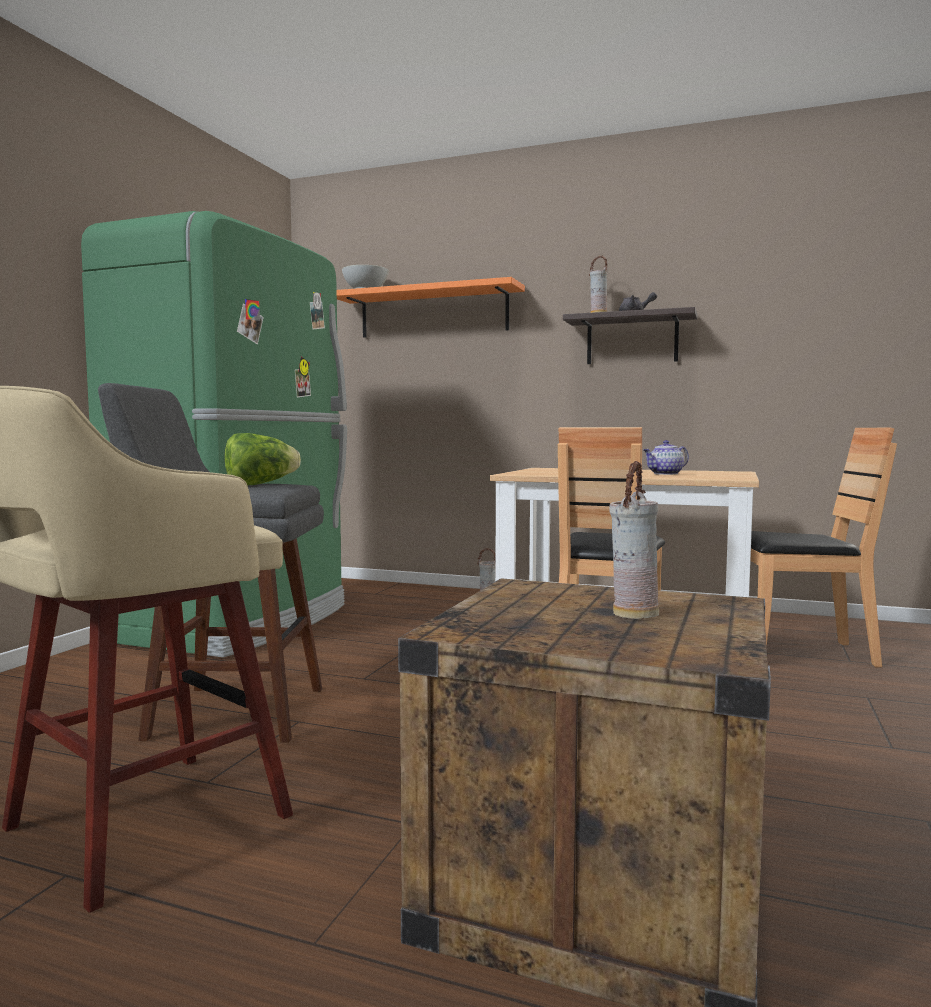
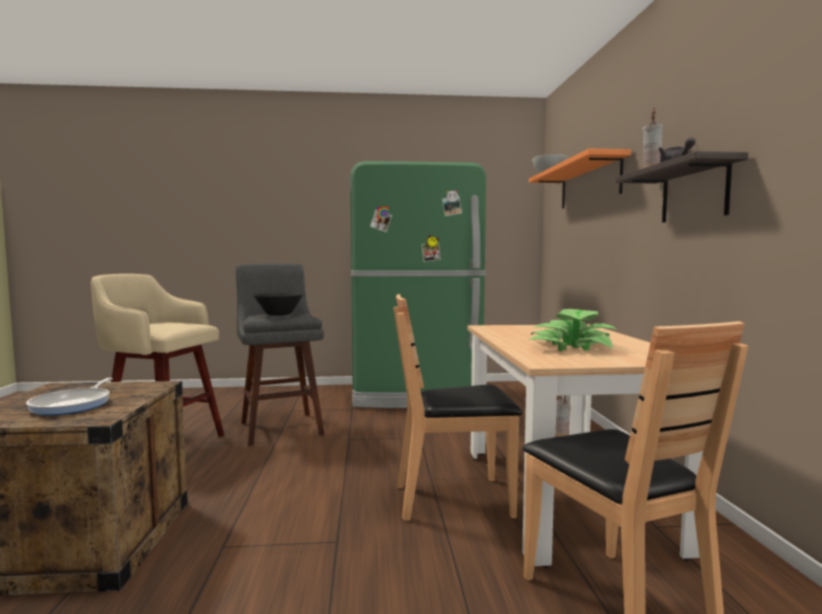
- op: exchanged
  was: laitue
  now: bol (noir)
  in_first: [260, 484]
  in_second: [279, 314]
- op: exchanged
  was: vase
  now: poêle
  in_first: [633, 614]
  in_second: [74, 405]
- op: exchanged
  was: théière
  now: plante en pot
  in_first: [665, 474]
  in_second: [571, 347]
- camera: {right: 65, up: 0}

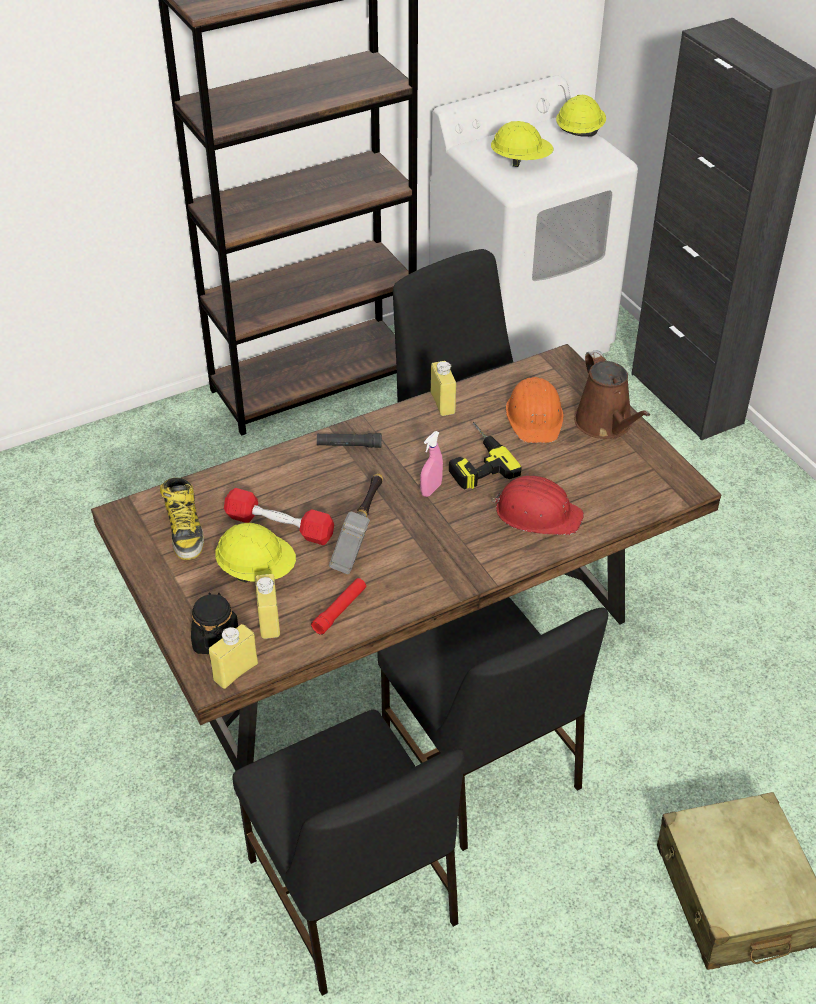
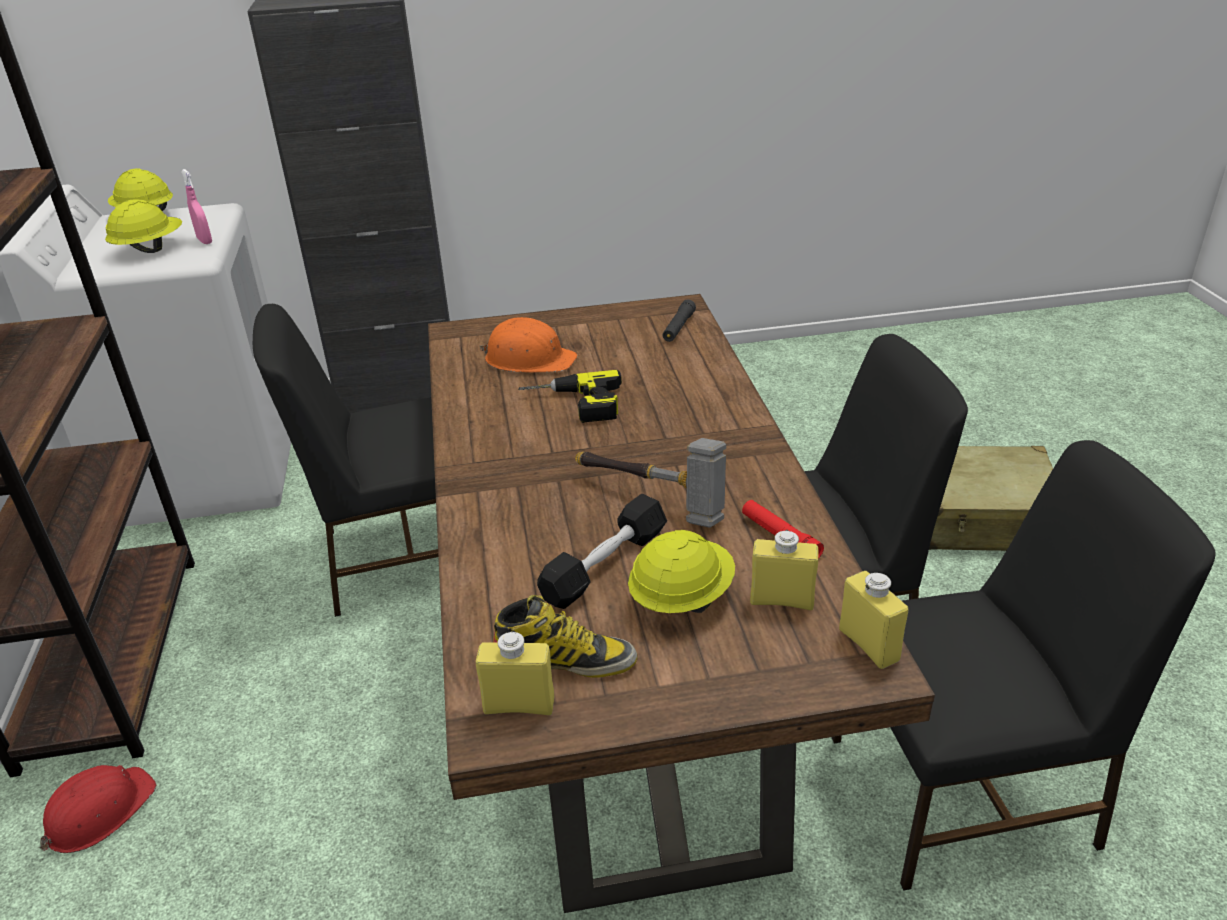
- op: missing
  was: bocal (noir)
  in_first: [216, 640]
- op: colour
  was: haltère (rouge)
  now: haltère (noir)
  in_first: [279, 526]
  in_second: [605, 565]
- op: relocated
  was: lampe de poche (noir)
  in_first: [349, 445]
  in_second: [678, 327]
- op: relocated
  was: vaporisateur (rose)
  in_first: [431, 489]
  in_second: [205, 241]
- op: relocated
  was: bouteille (jaune)
  in_first: [442, 403]
  in_second: [519, 705]
- op: relocated
  was: casque de chantier (rouge)
  in_first: [537, 513]
  in_second: [99, 812]
- op: missing
  was: arrosoir (marron)
  in_first: [606, 424]
- camera: {right: -70, up: -10}

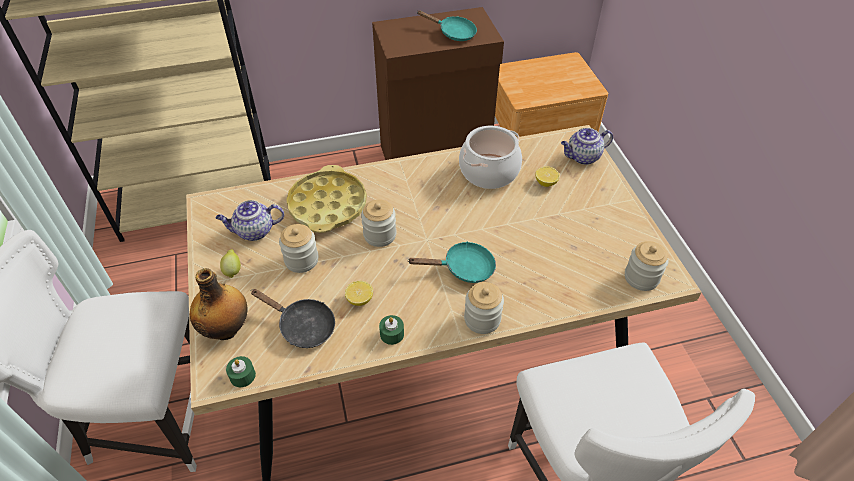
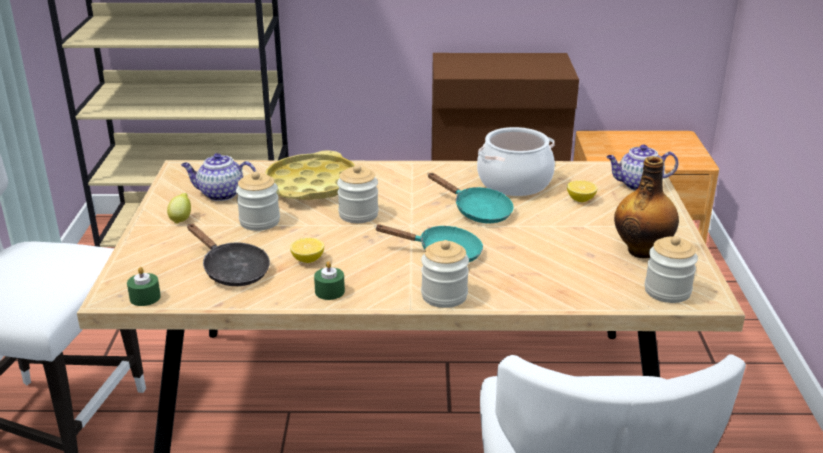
- op: relocated
  was: bouteille
  in_first: [227, 328]
  in_second: [642, 250]
- op: relocated
  was: poêle (turquoise)
  in_first: [453, 33]
  in_second: [477, 211]
- camera: {right: 15, up: -20}

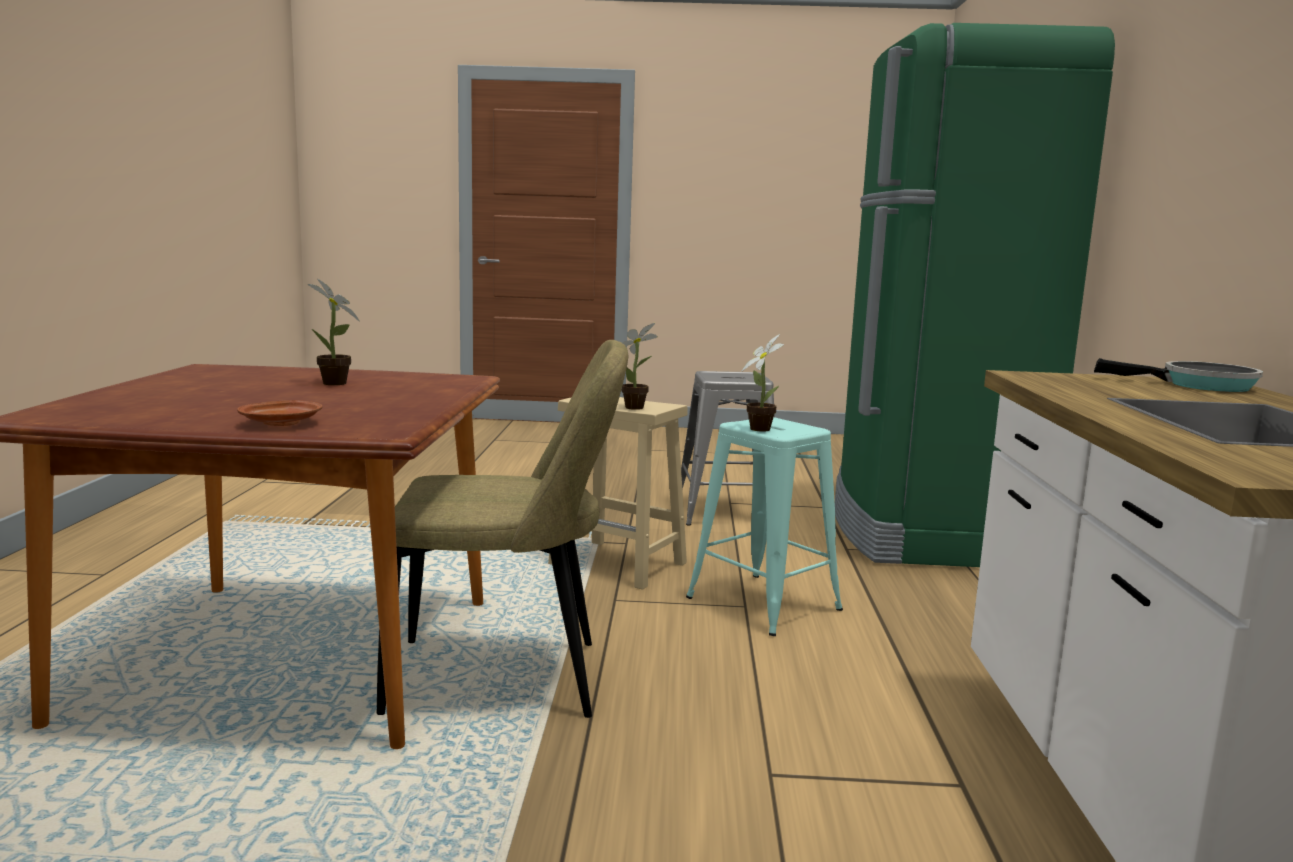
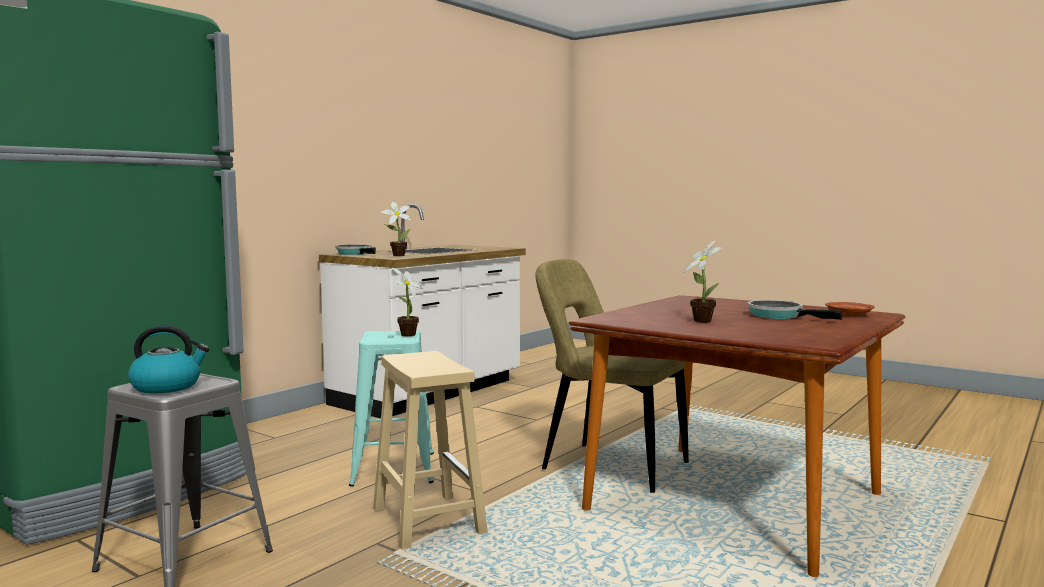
- op: relocated
  was: assiette (marron)
  in_first: [282, 423]
  in_second: [848, 315]
- op: relocated
  was: plante en pot
  in_first: [637, 407]
  in_second: [396, 255]
- op: appeared
  now: bouilloire
  in_second: [167, 386]
- op: appeared
  now: poêle
  in_second: [779, 316]
- camera: {right: -145, up: -5}

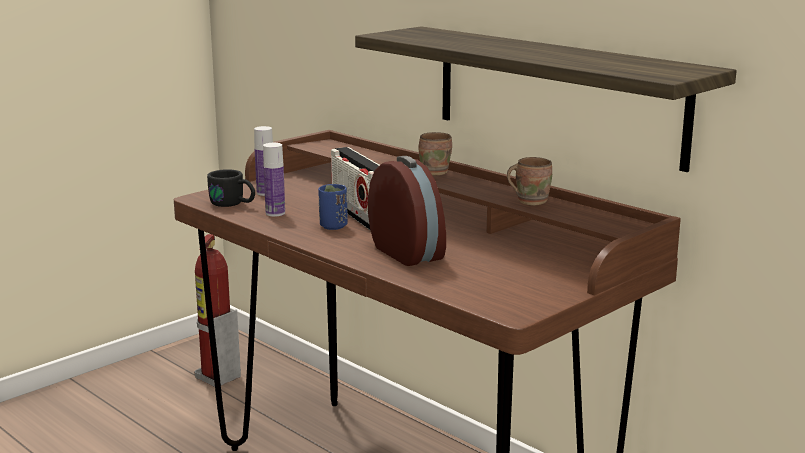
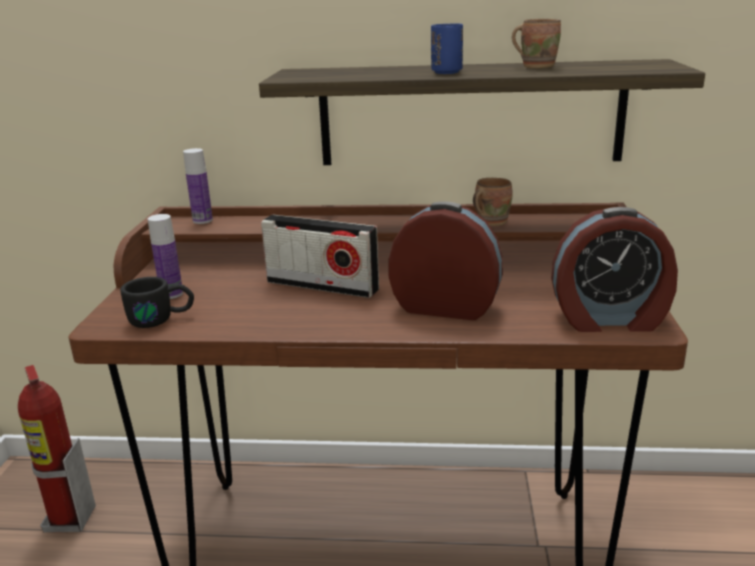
- op: relocated
  was: bouteille
  in_first: [275, 213]
  in_second: [202, 220]
- op: relocated
  was: tasse (bleu)
  in_first: [333, 226]
  in_second: [446, 72]
- op: relocated
  was: mug (marron)
  in_first: [434, 172]
  in_second: [536, 66]
- op: appeared
  now: réveil
  in_second: [609, 320]
- camera: {right: -40, up: 5}

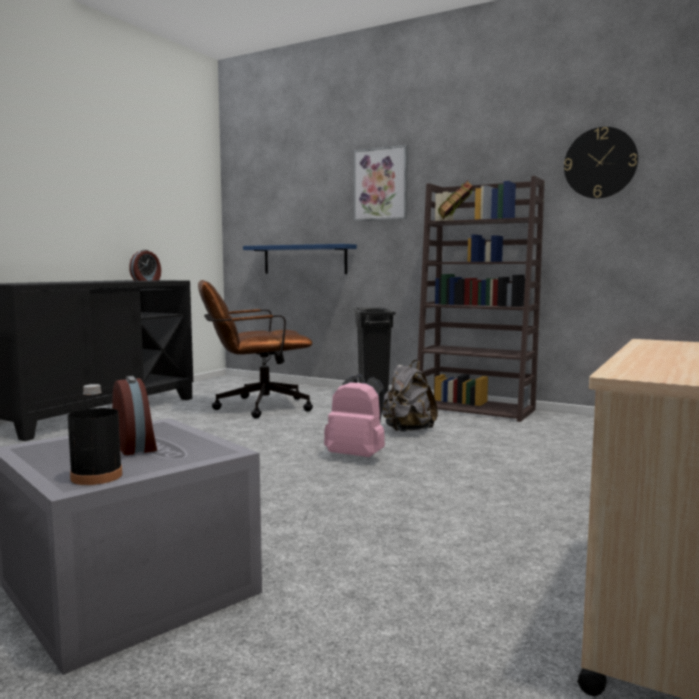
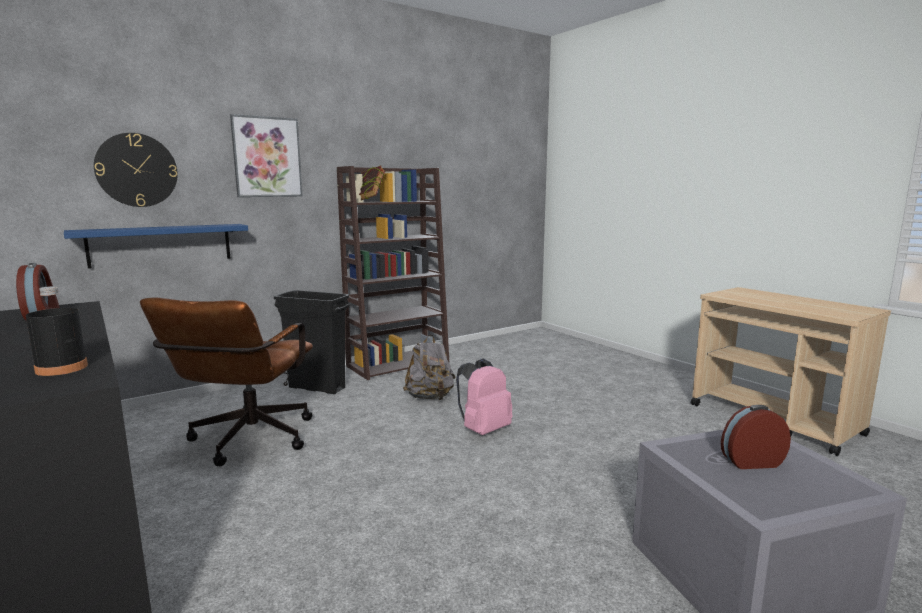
- op: relocated
  was: bouteille (noir)
  in_first: [96, 476]
  in_second: [61, 368]
- op: relocated
  was: horloge murale
  in_first: [600, 163]
  in_second: [136, 170]
- camera: {right: -65, up: 5}

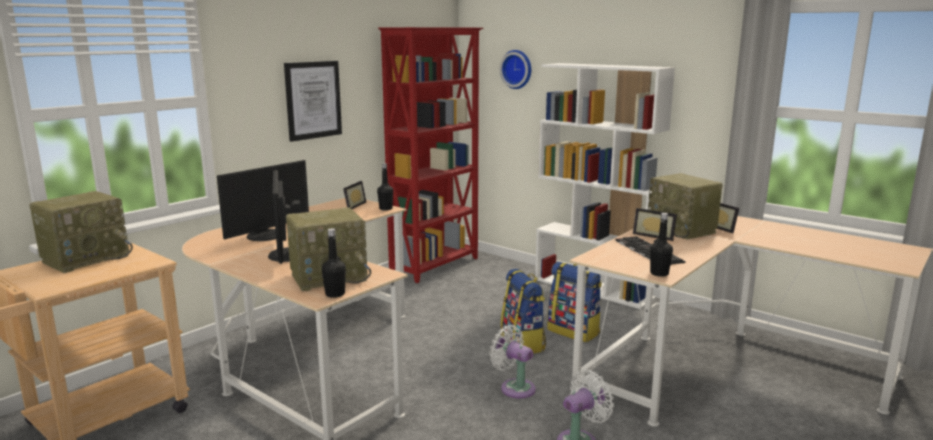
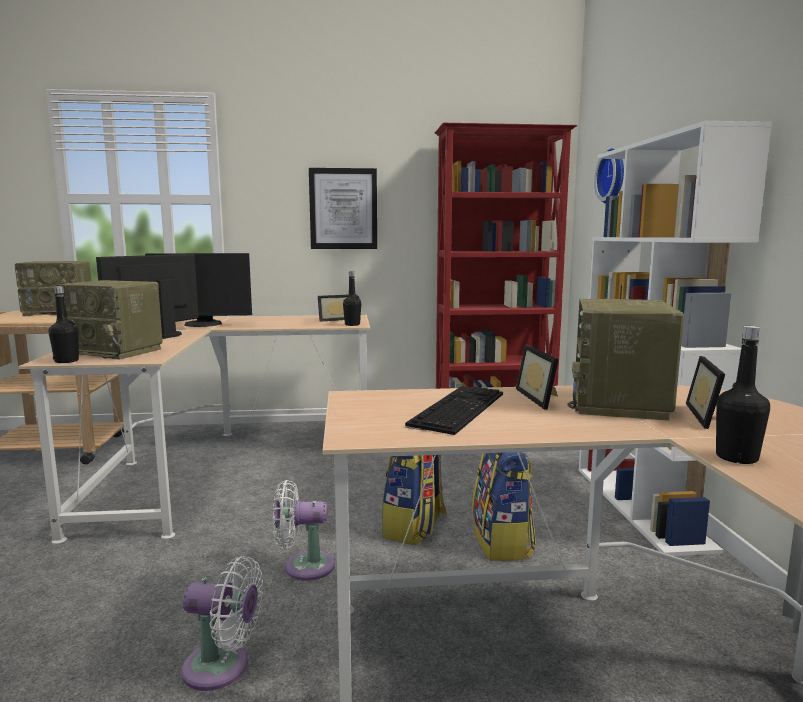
- op: spun
  was: ventilateur (blanc)
  in_first: [514, 387]
  in_second: [304, 566]
  clockwise: -90
- op: relocated
  was: bouteille (noir)
  in_first: [659, 273]
  in_second: [736, 457]
- camera: {right: 45, up: -5}

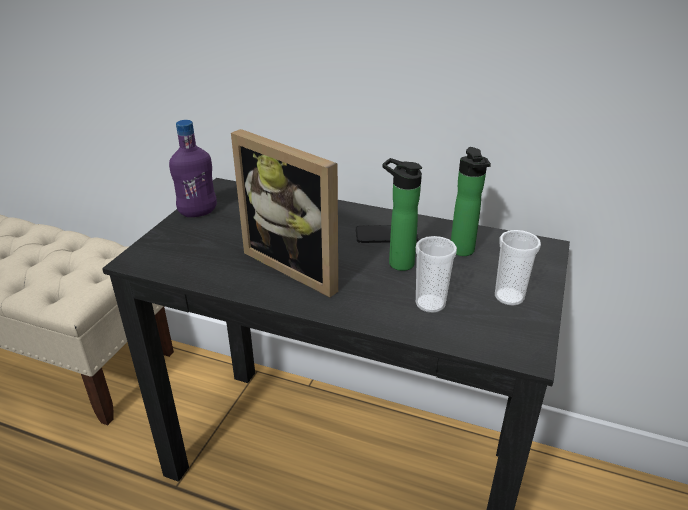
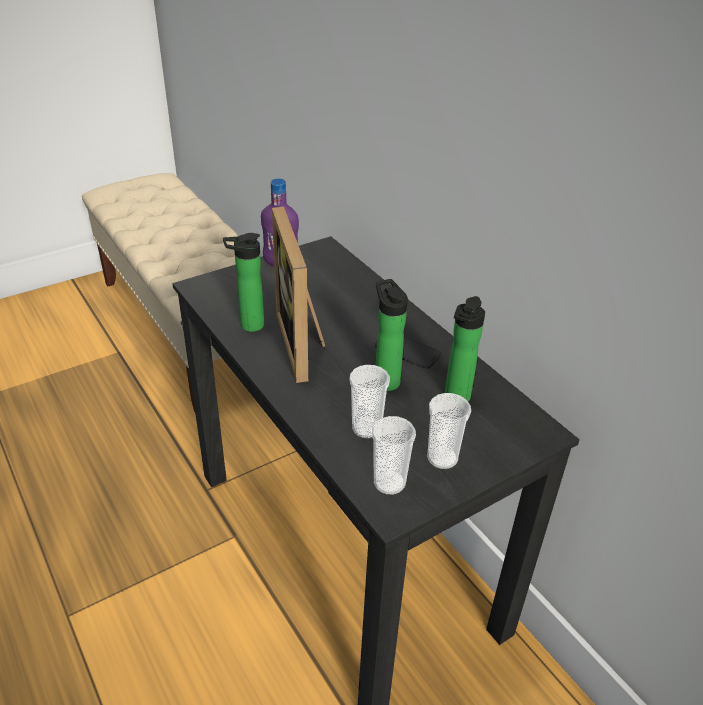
- op: appeared
  now: bouteille
  in_second: [248, 326]
- op: appeared
  now: tasse
  in_second: [389, 483]
- camera: {right: 35, up: 5}

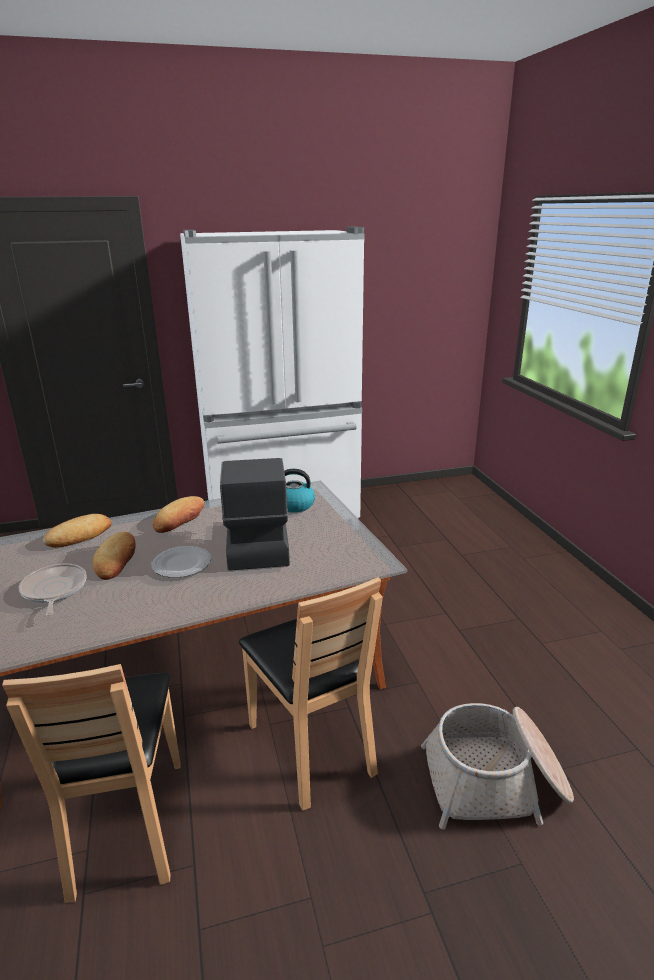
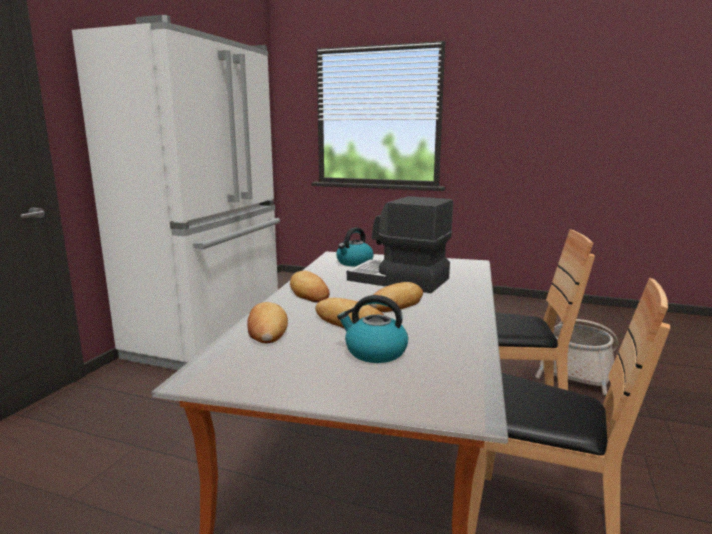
- op: exchanged
  was: poêle
  now: bouilloire
  in_first: [54, 590]
  in_second: [374, 352]
- op: exchanged
  was: assiette
  now: pain
  in_first: [181, 563]
  in_second: [396, 303]
- camera: {right: -55, up: -10}

